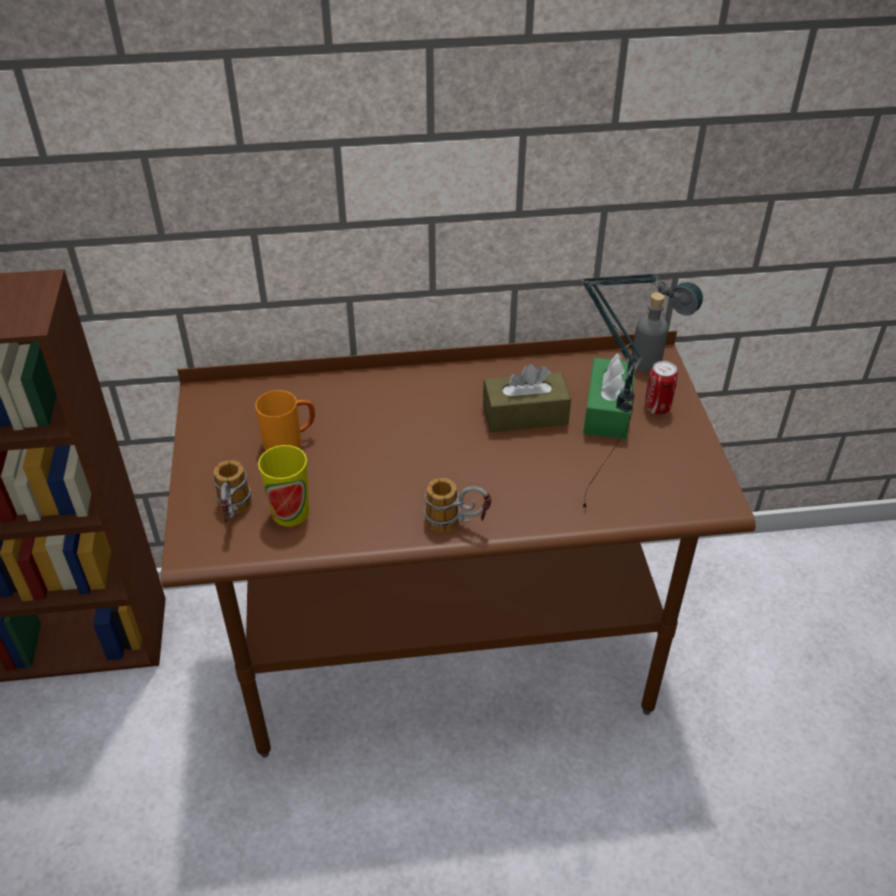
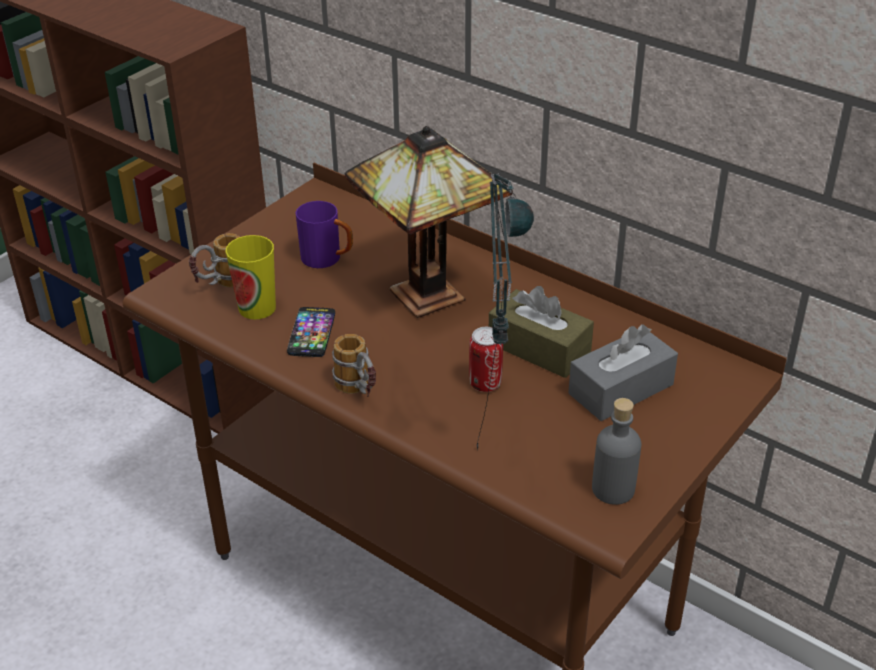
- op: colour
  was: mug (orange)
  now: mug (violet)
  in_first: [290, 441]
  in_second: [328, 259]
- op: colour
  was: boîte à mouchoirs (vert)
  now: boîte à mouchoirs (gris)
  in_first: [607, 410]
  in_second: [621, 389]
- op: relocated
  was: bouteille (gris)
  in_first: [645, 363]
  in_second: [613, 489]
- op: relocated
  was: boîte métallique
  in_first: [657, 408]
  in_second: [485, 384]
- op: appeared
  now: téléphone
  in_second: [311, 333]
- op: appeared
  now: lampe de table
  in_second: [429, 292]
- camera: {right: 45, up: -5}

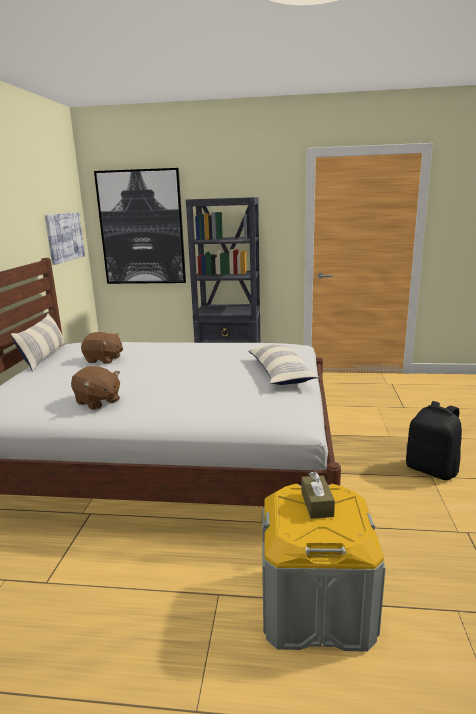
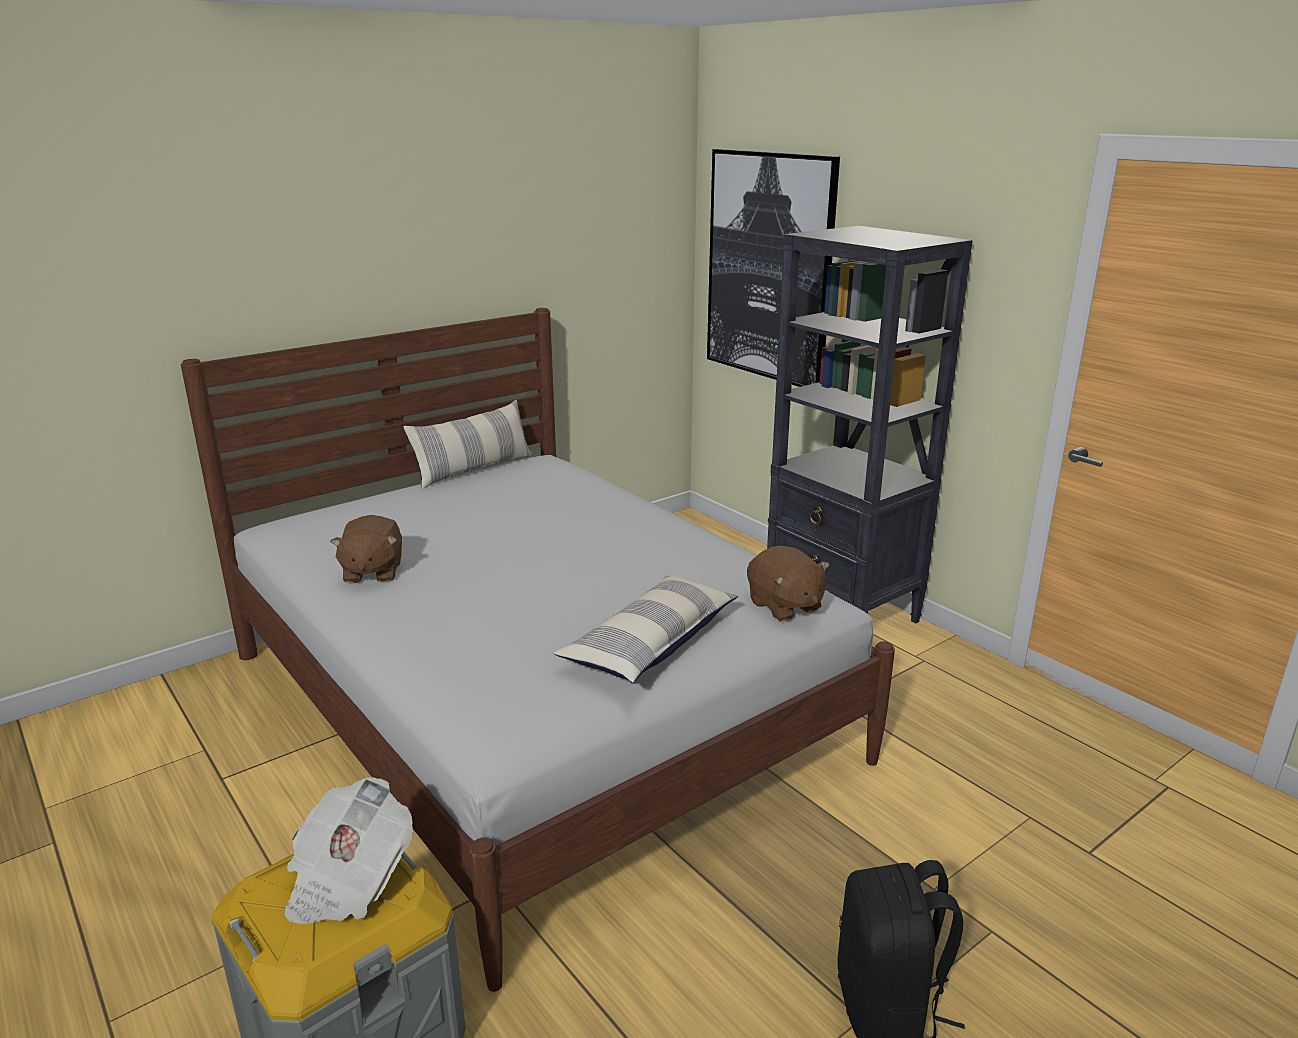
- op: missing
  was: tableau
  in_first: [64, 237]
- op: relocated
  was: peluche (marron)
  in_first: [103, 360]
  in_second: [784, 606]
- op: exchanged
  was: boîte à mouchoirs (marron)
  now: journal
  in_first: [317, 504]
  in_second: [348, 879]
- camera: {right: 45, up: 5}

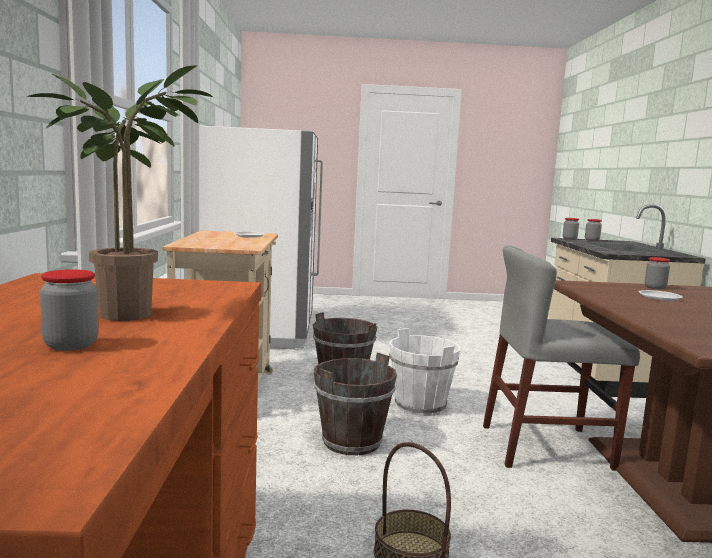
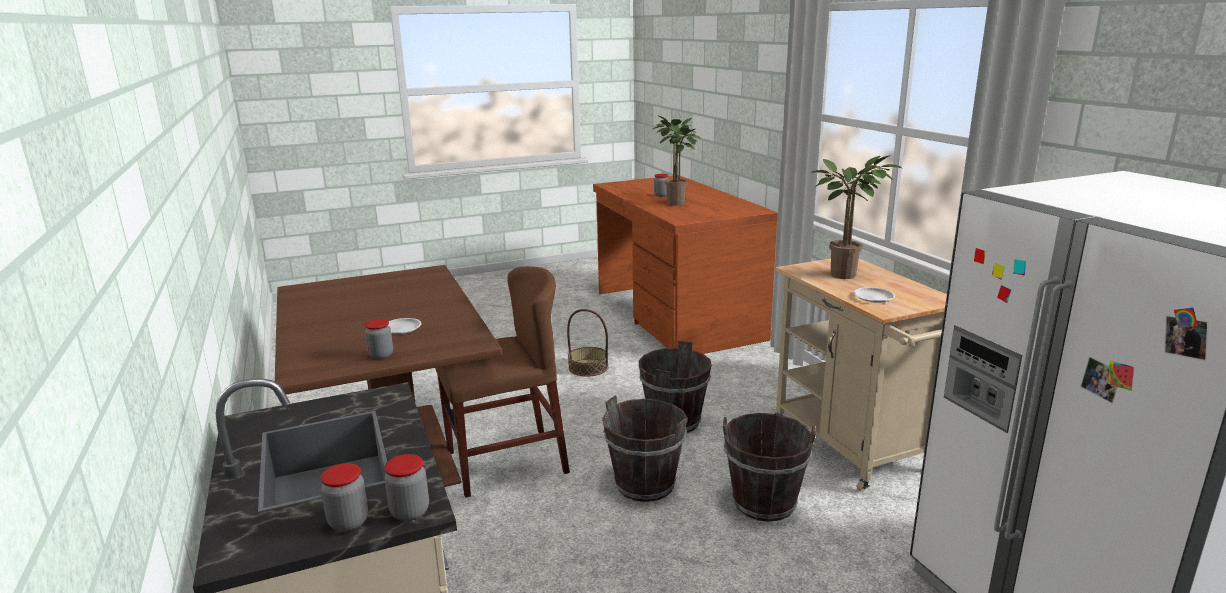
- op: colour
  was: seau (blanc)
  now: seau (marron)
  in_first: [420, 406]
  in_second: [644, 485]
- op: colour
  was: chaise (gris)
  now: chaise (marron)
  in_first: [546, 447]
  in_second: [506, 462]
- op: appeared
  now: plante en pot
  in_second: [847, 274]
- camera: {right: 160, up: 10}

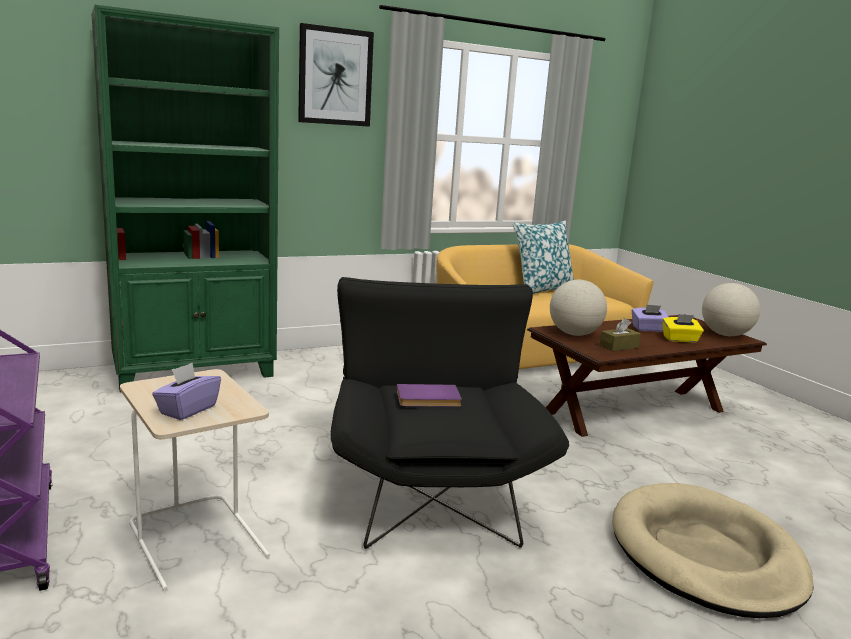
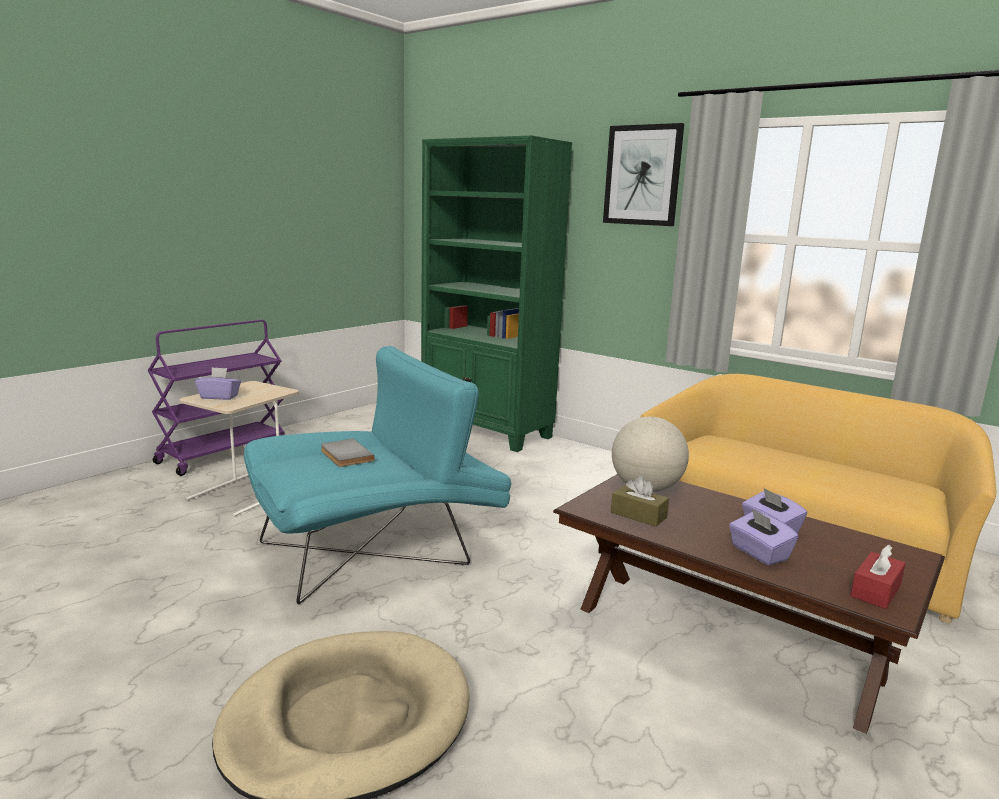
- op: colour
  was: fauteuil (noir)
  now: fauteuil (turquoise)
  in_first: [429, 486]
  in_second: [378, 547]
- op: colour
  was: livre (violet)
  now: livre (gris)
  in_first: [428, 399]
  in_second: [344, 455]
- op: missing
  was: coussin
  in_first: [541, 290]
- op: colour
  was: boîte à mouchoirs (jaune)
  now: boîte à mouchoirs (violet)
  in_first: [680, 340]
  in_second: [759, 553]
- op: exchanged
  was: globe
  now: boîte à mouchoirs (rouge)
  in_first: [725, 335]
  in_second: [875, 591]
- camera: {right: 65, up: 0}

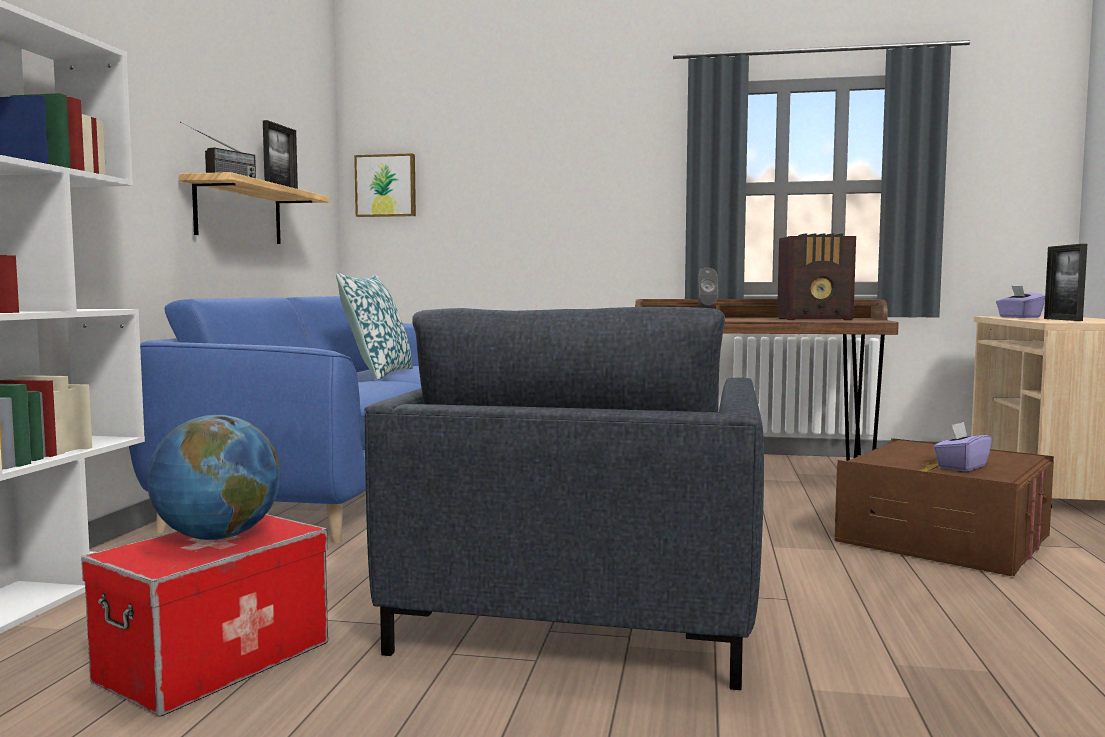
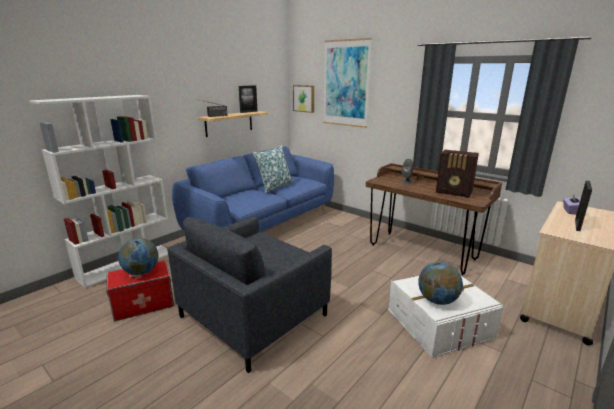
- op: colour
  was: boîte de rangement (marron)
  now: boîte de rangement (blanc)
  in_first: [943, 539]
  in_second: [439, 324]
- op: exchanged
  was: boîte à mouchoirs (violet)
  now: globe
  in_first: [961, 467]
  in_second: [437, 300]
- op: appeared
  now: tableau
  in_second: [346, 83]
- camera: {right: 30, up: 15}

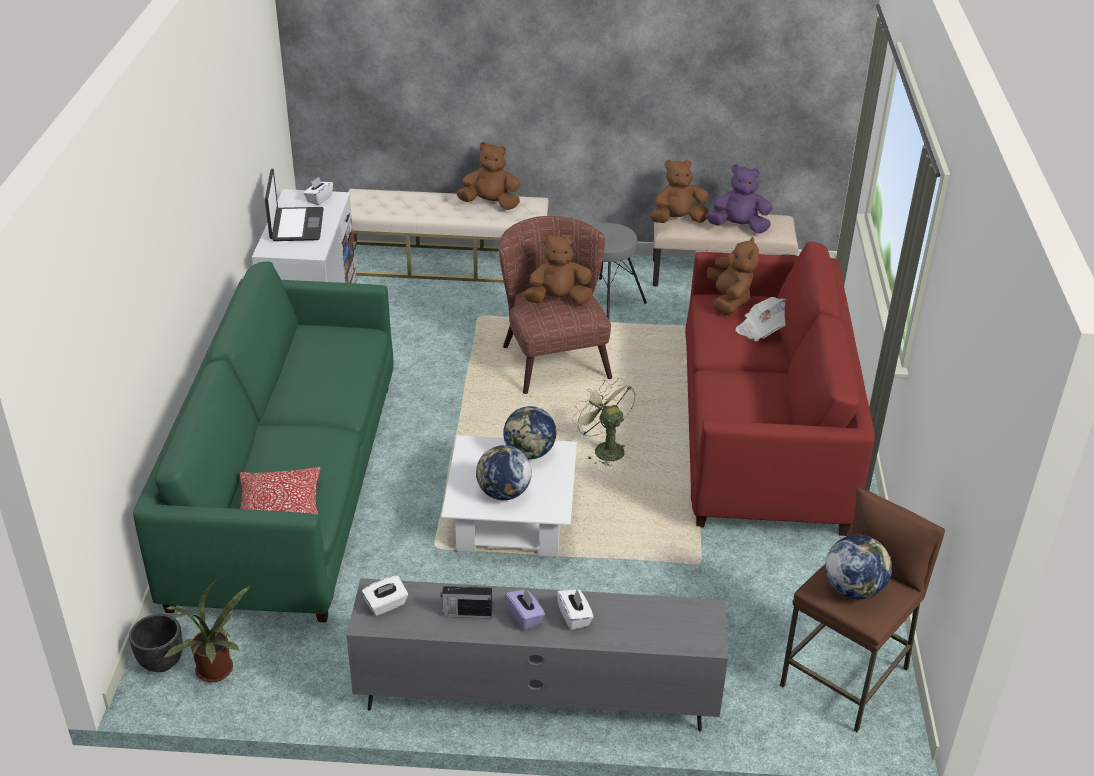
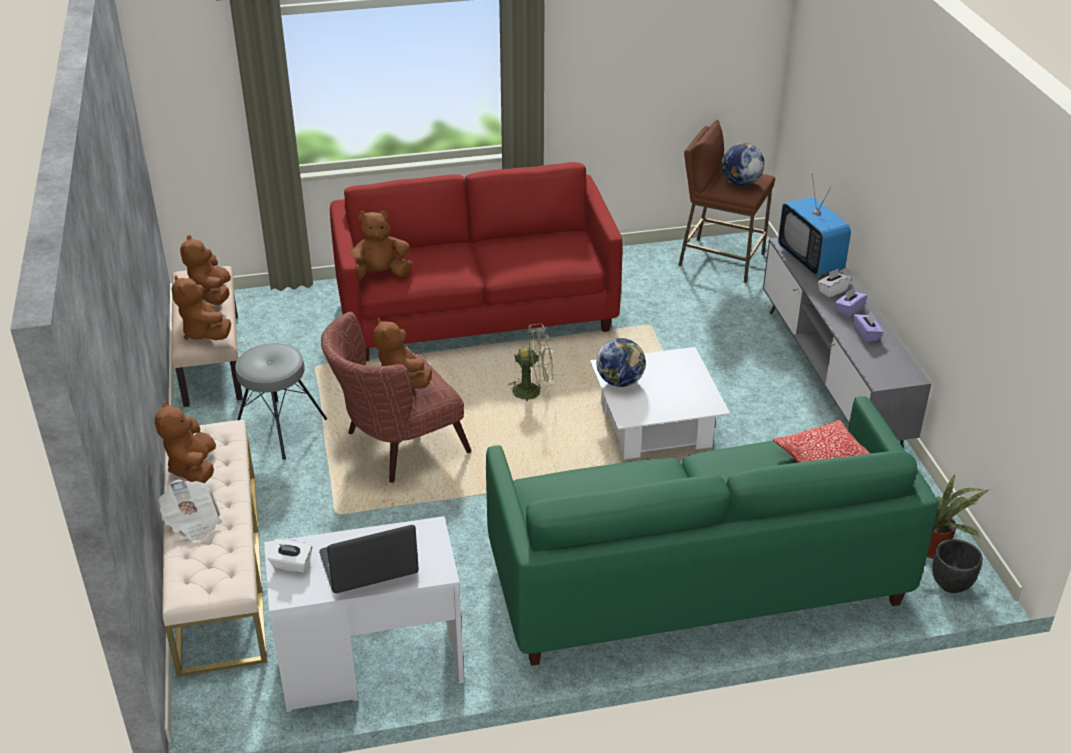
- op: missing
  was: boîte à mouchoirs (blanc)
  in_first: [386, 605]
- op: exchanged
  was: radio
  now: boîte à mouchoirs (violet)
  in_first: [466, 613]
  in_second: [866, 335]
- op: missing
  was: globe
  in_first: [503, 493]
- op: spun
  was: ventilateur (vert)
  in_first: [604, 449]
  in_second: [533, 391]
  clockwise: -135
- op: colour
  was: peluche (violet)
  now: peluche (marron)
  in_first: [738, 227]
  in_second: [212, 295]
- op: relocated
  was: journal
  in_first: [761, 330]
  in_second: [193, 523]
- op: appeared
  now: téléviseur
  in_second: [810, 260]
- camera: {right: -105, up: 0}

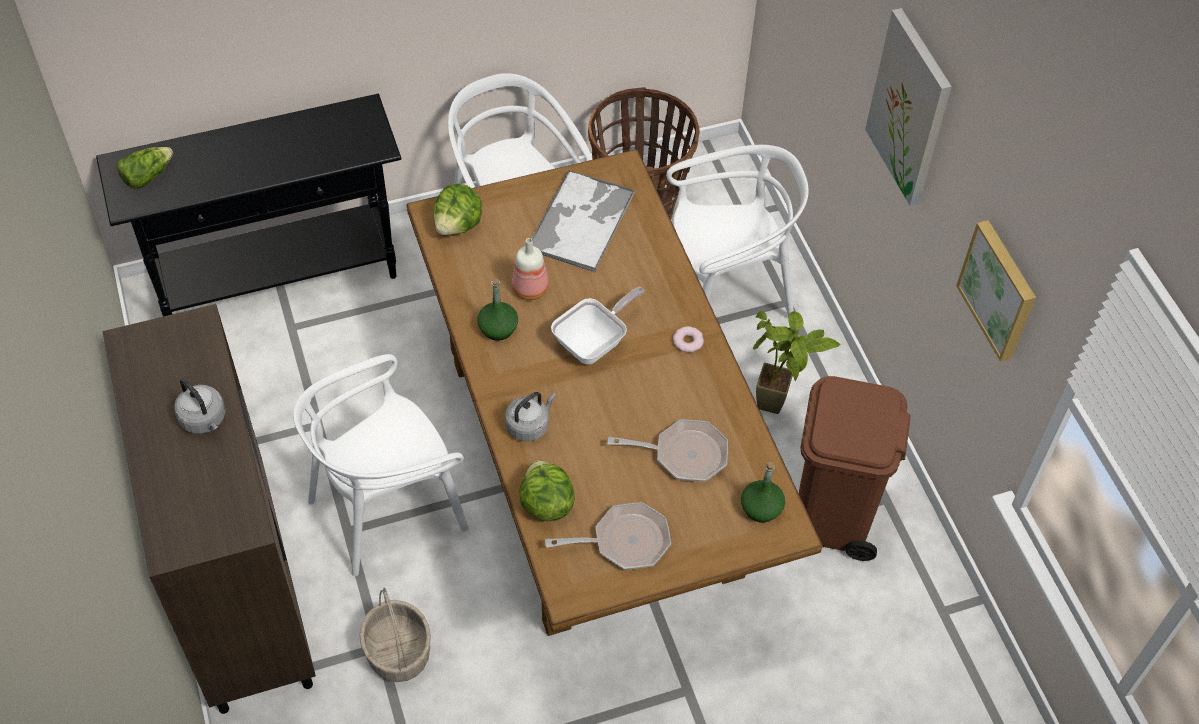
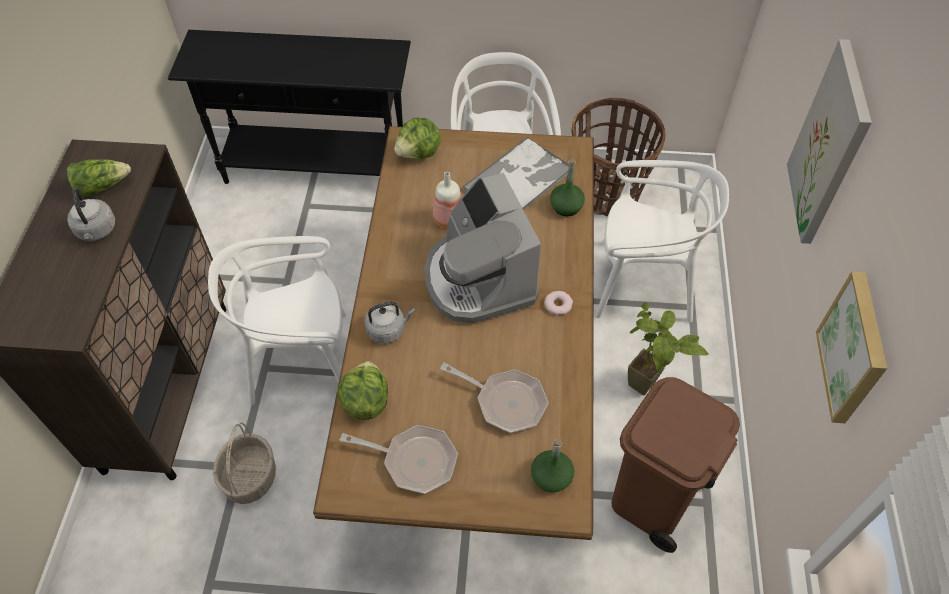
- op: relocated
  was: laitue
  in_first: [147, 176]
  in_second: [102, 186]
- op: relocated
  was: bouteille (vert)
  in_first: [498, 328]
  in_second: [566, 207]
- op: exchanged
  was: poêle
  now: machine à café
  in_first: [595, 342]
  in_second: [478, 279]
- camera: {right: 25, up: 0}

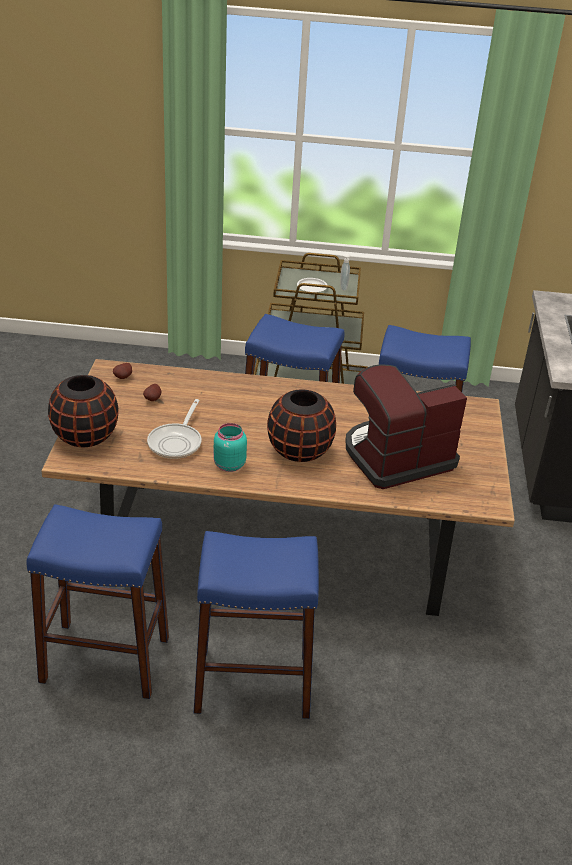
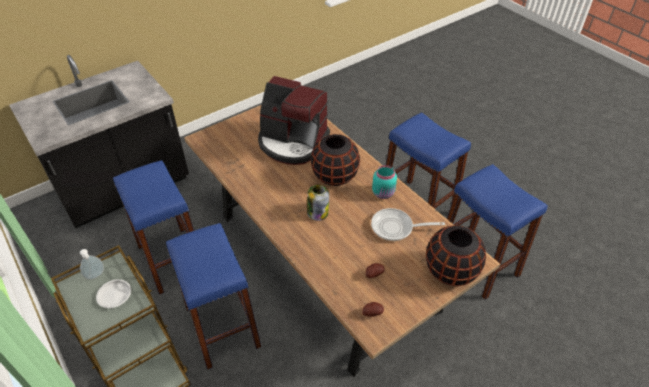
- op: spun
  was: poêle
  in_first: [177, 442]
  in_second: [396, 228]
  clockwise: -150
- op: appeared
  now: bocal
  in_second: [317, 212]
- camera: {right: -130, up: 10}

